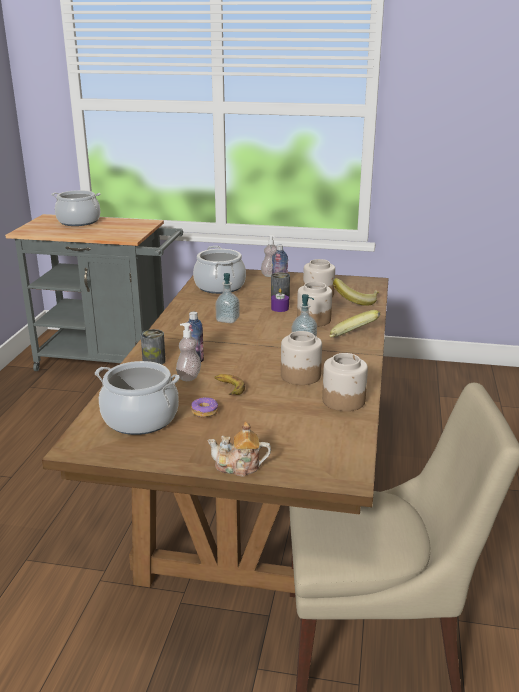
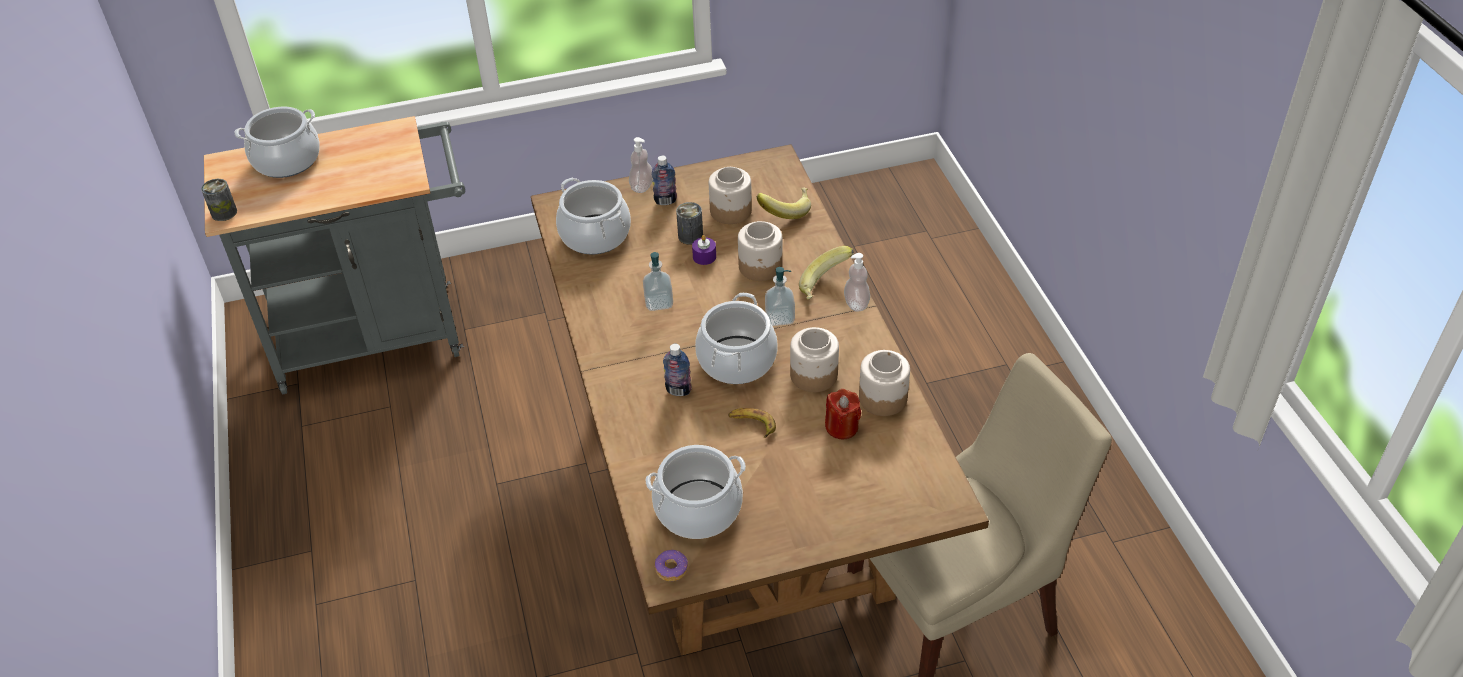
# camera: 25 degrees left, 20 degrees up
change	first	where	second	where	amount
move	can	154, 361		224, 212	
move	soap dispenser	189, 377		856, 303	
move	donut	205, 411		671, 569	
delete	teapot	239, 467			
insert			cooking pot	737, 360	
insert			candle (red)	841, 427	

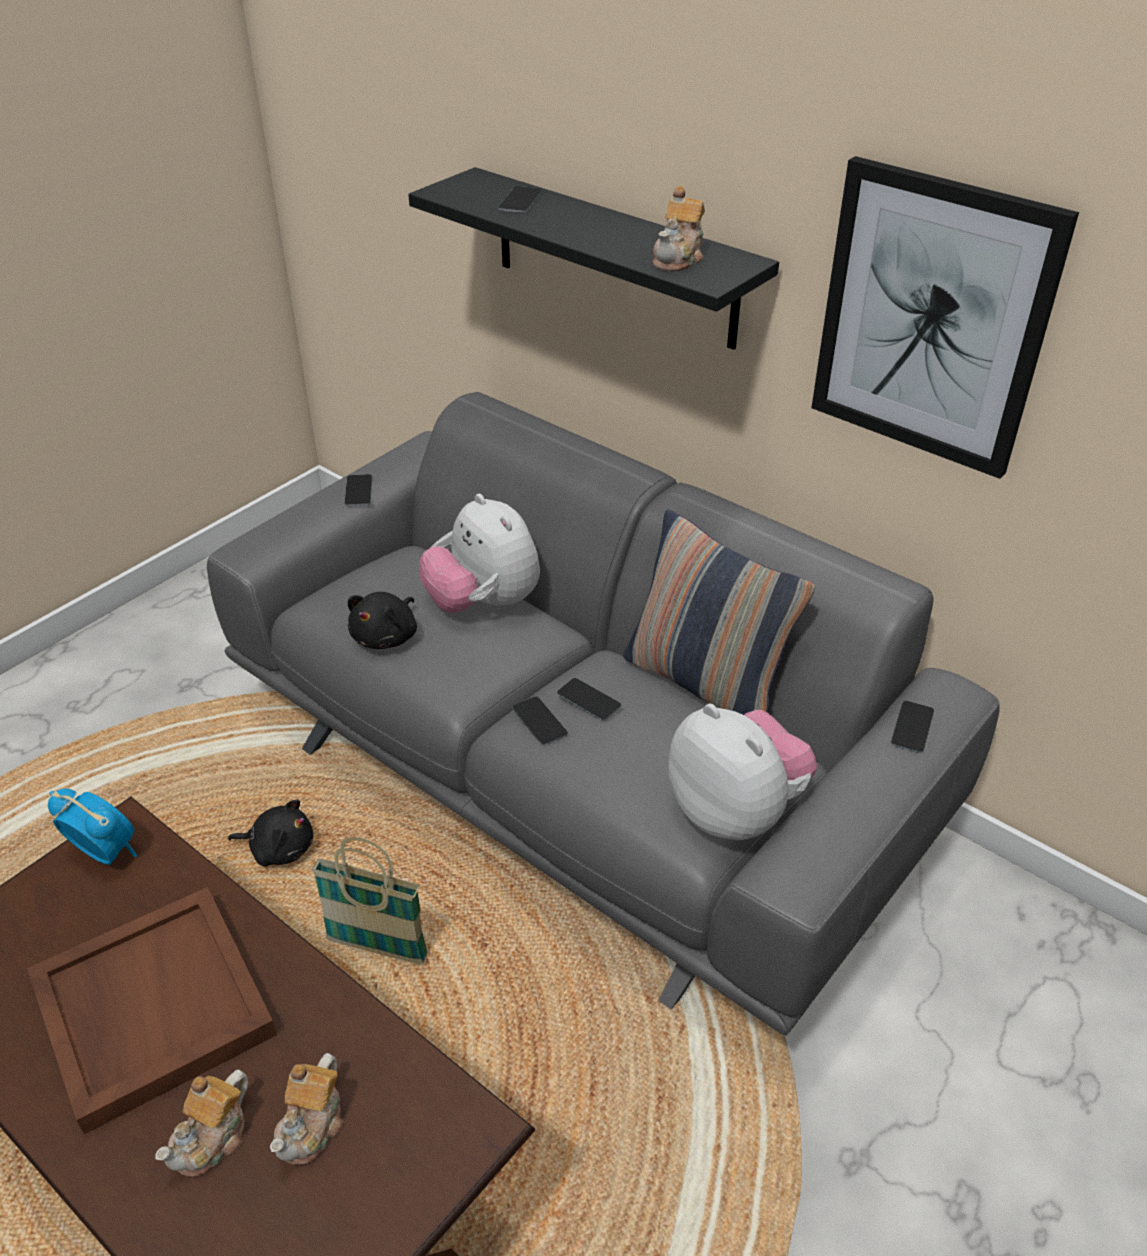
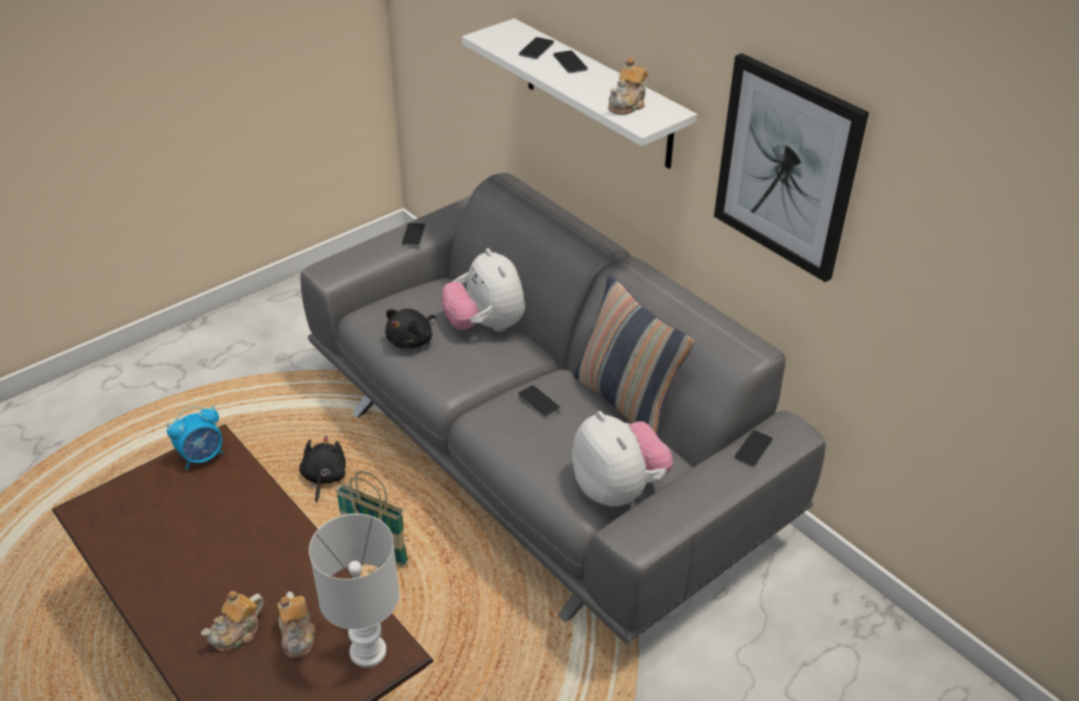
# camera: 10 degrees right, 0 degrees up
change	first	where	second	where	amount
delete	tray (brown)	151, 1008			
rotate	alarm clock	105, 852		203, 456	105 degrees clockwise
rotate	plush toy (black)	279, 848		324, 478	105 degrees counterclockwise
rotate	teapot	312, 1125		298, 635	45 degrees counterclockwise
recolor	shelf (black)	614, 258	shelf (white)	598, 94	
move	phone	539, 721		570, 62	
insert			table lamp (white)	367, 651	

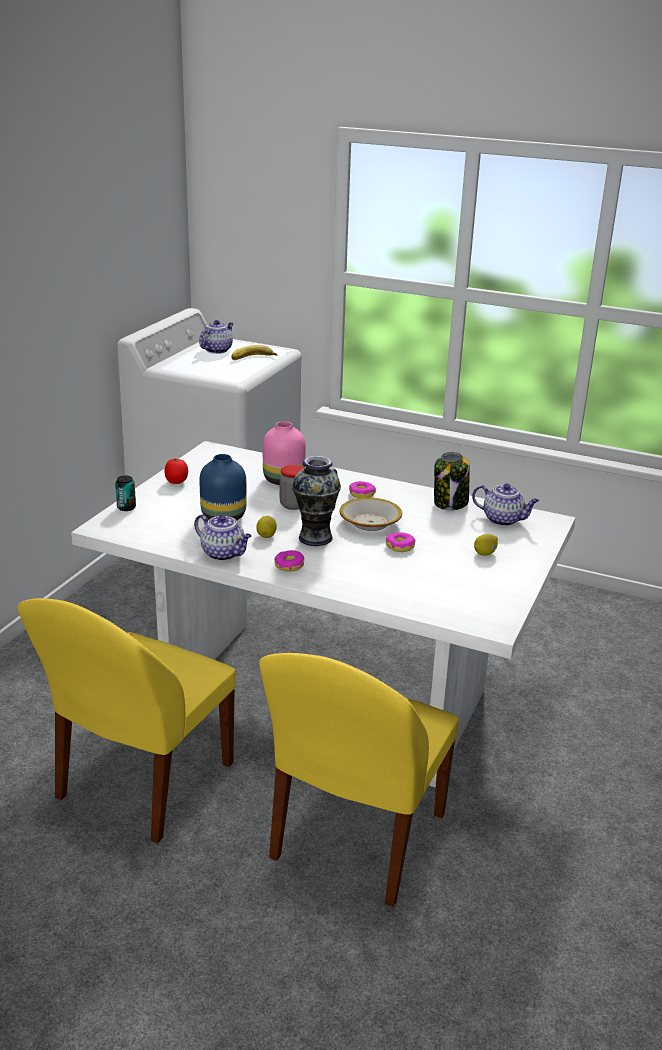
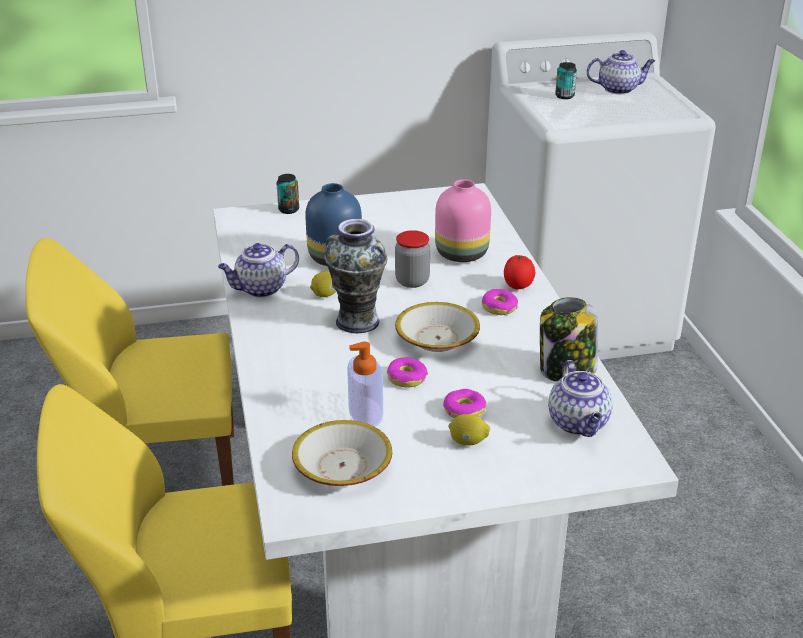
# camera: 55 degrees right, 5 degrees up
change	first	where	second	where	amount
move	tomato	177, 482		517, 287	
rotate	teapot	224, 554		260, 289	60 degrees clockwise
delete	banana	253, 358			
move	donut	289, 565		464, 410	
insert			bowl	342, 466	
insert			soap dispenser	365, 412	
insert			can	564, 96	

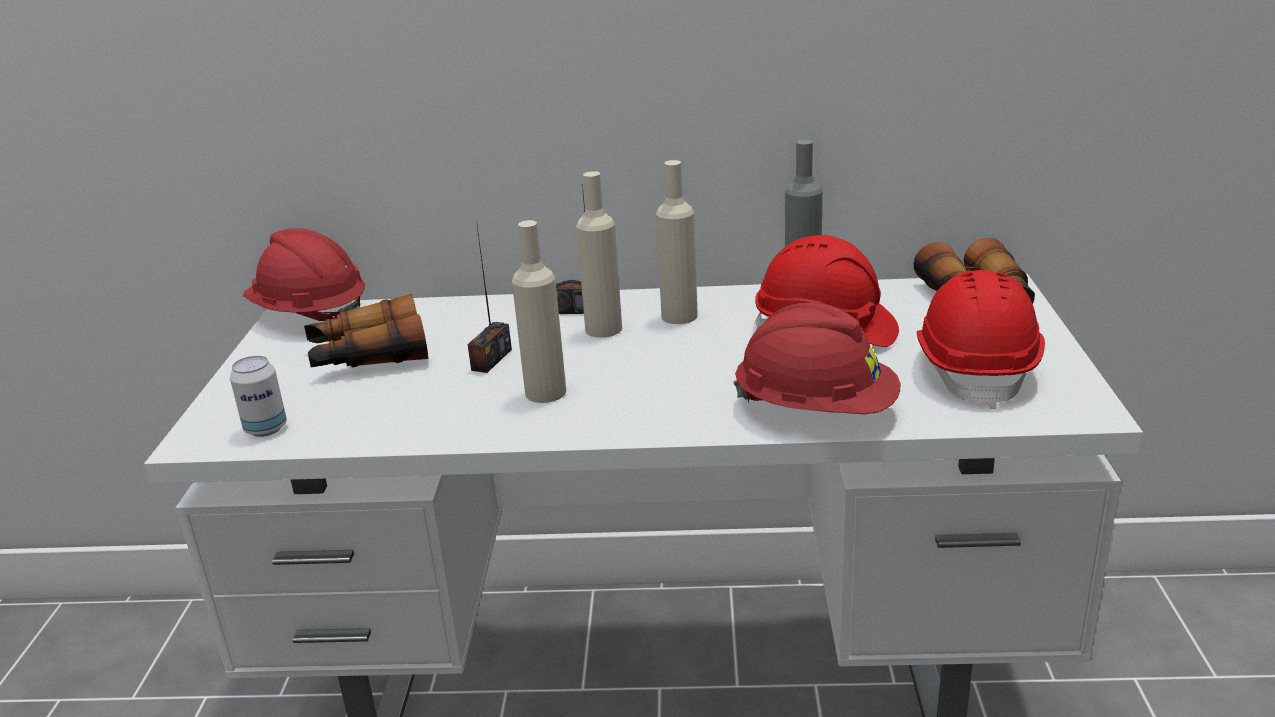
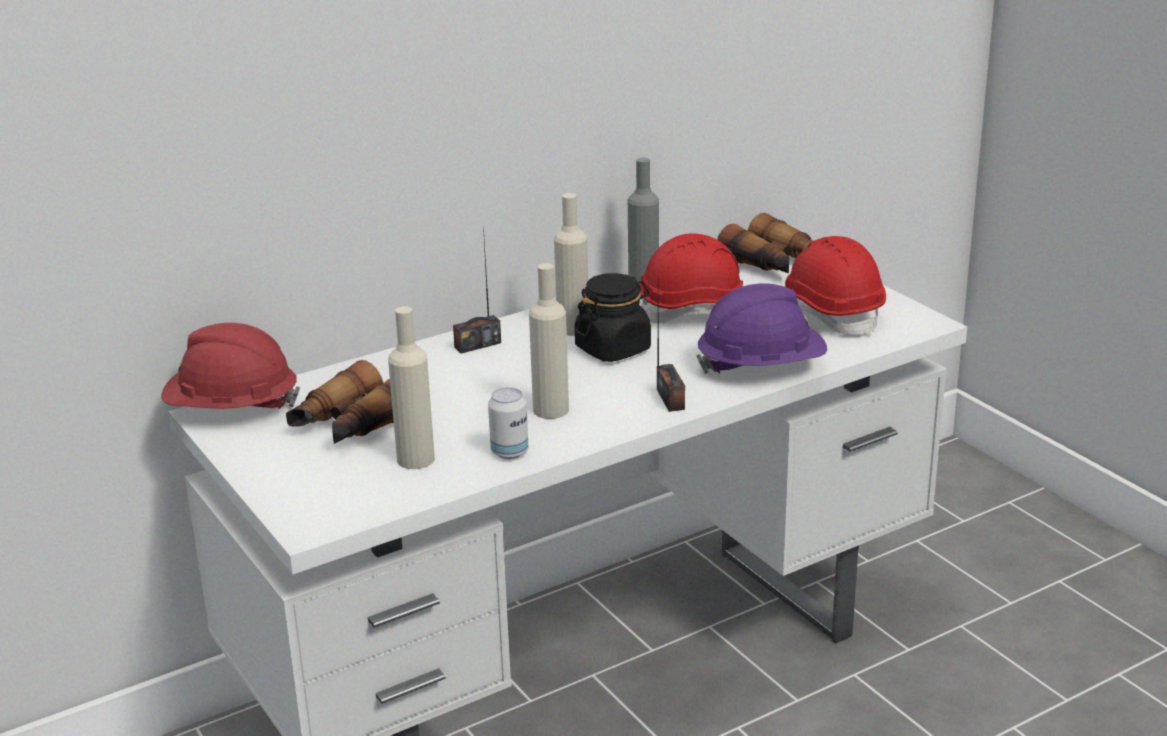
# camera: 35 degrees left, 0 degrees up
change	first	where	second	where	amount
move	can	266, 429		509, 452	
move	radio	491, 360		670, 399	
move	bottle (beige)	603, 329		415, 459	
recolor	hard hat (red)	816, 410	hard hat (purple)	761, 367	
insert			jar (black)	613, 349	

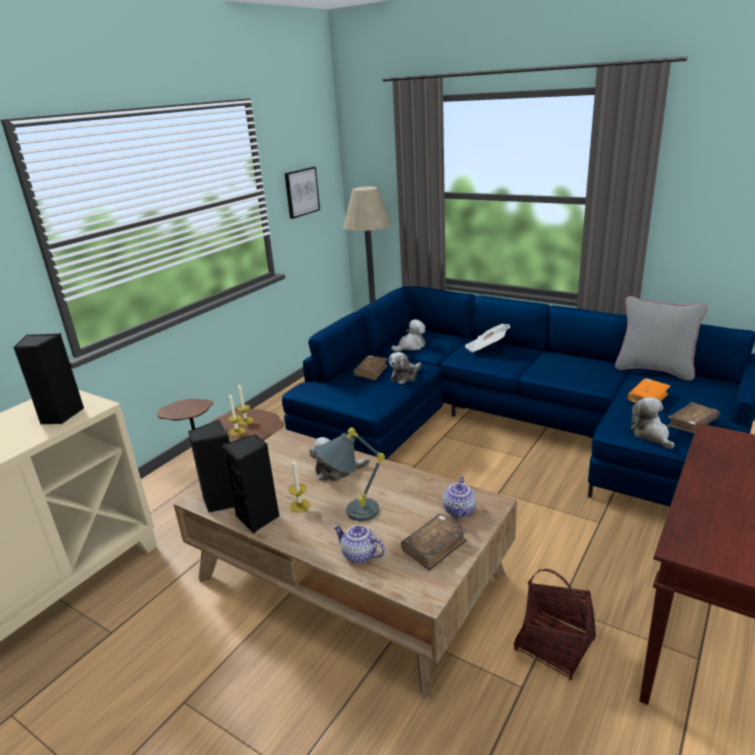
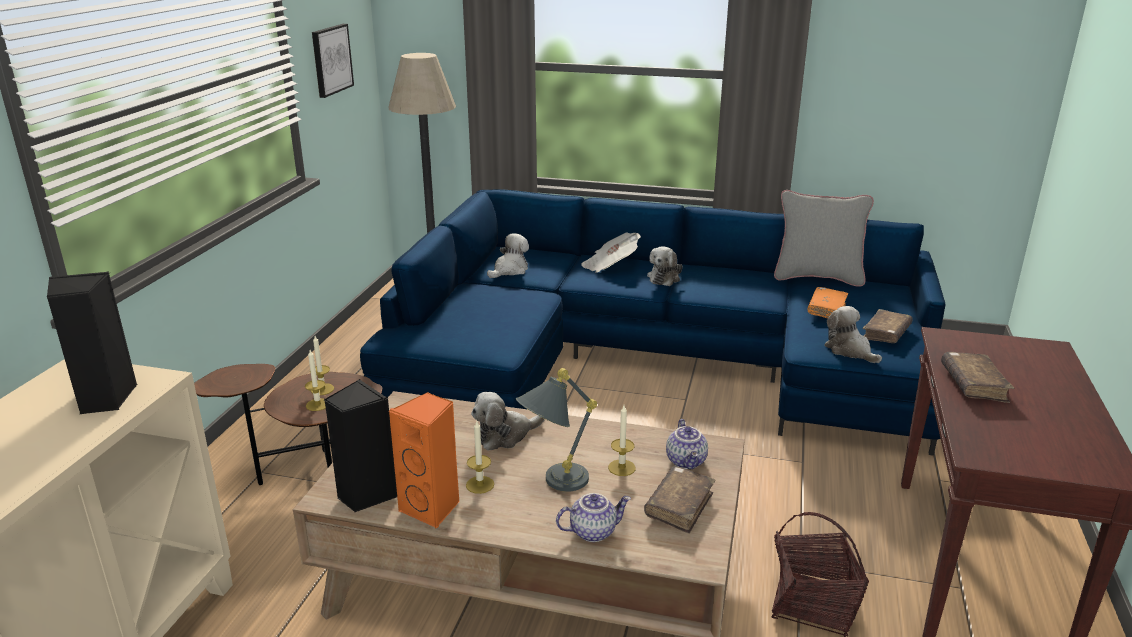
# camera: 20 degrees left, 0 degrees up
change	first	where	second	where	amount
recolor	speaker (black)	259, 518	speaker (orange)	432, 508	
rotate	teapot	359, 555		593, 531	150 degrees clockwise
move	book (brown)	371, 372		973, 385	
move	plush toy	405, 376		664, 277	
insert			candle	621, 468	

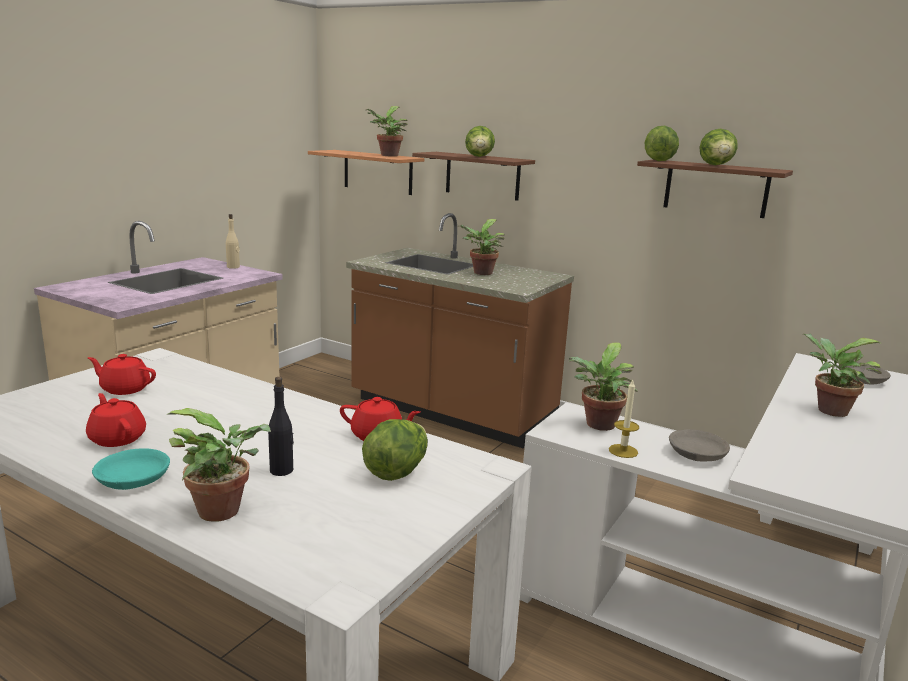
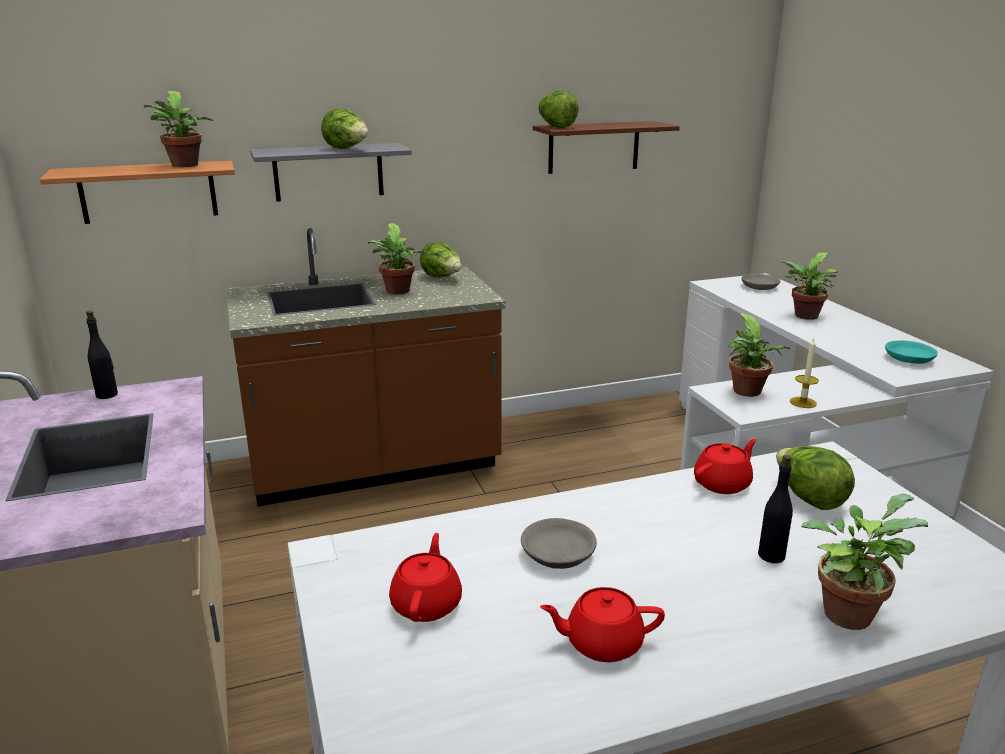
# camera: 50 degrees left, 5 degrees up
change	first	where	second	where	amount
rotate	teapot (red)	124, 389		427, 604	135 degrees clockwise
move	bowl (turquoise)	132, 479		909, 359	
recolor	bottle (beige)	233, 267	bottle (black)	107, 395	
recolor	shelf (brown)	482, 176	shelf (grey)	328, 172	
move	bowl (grey)	696, 454		557, 554	
move	lettuce	716, 165		442, 278	

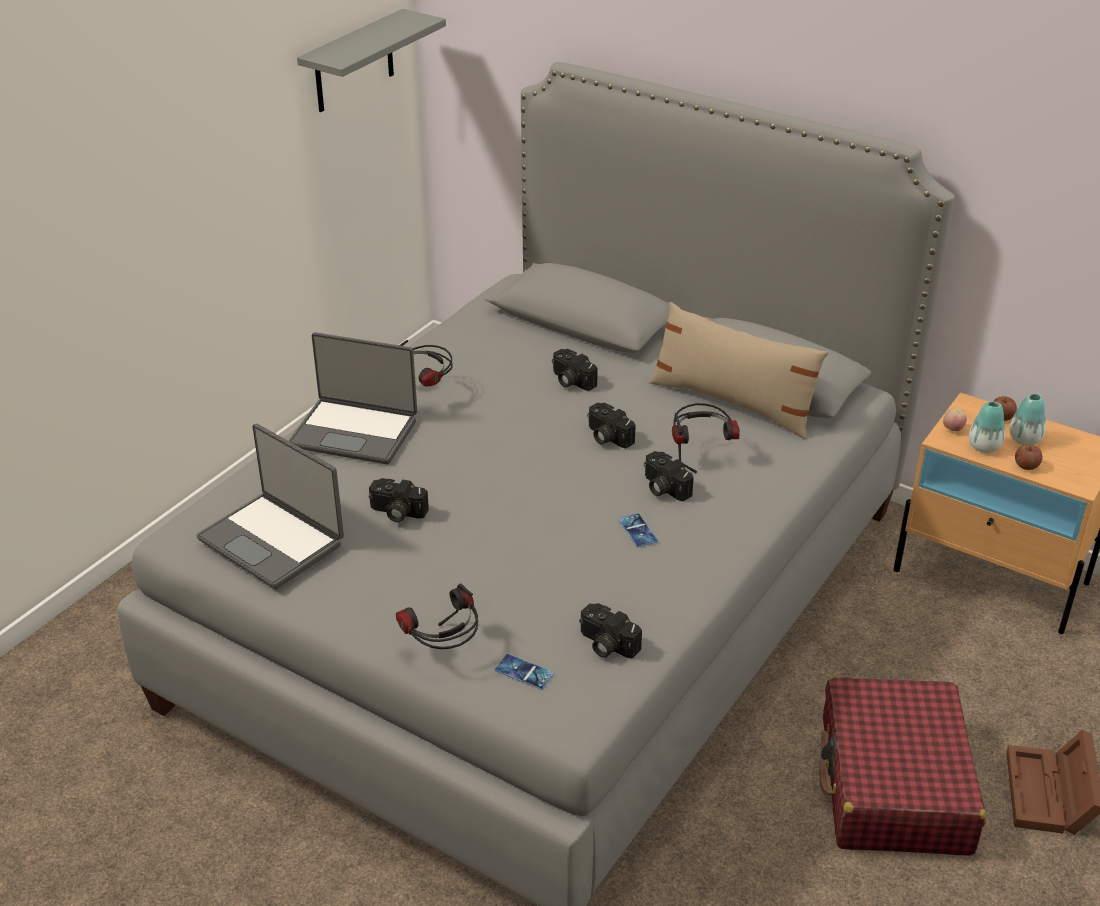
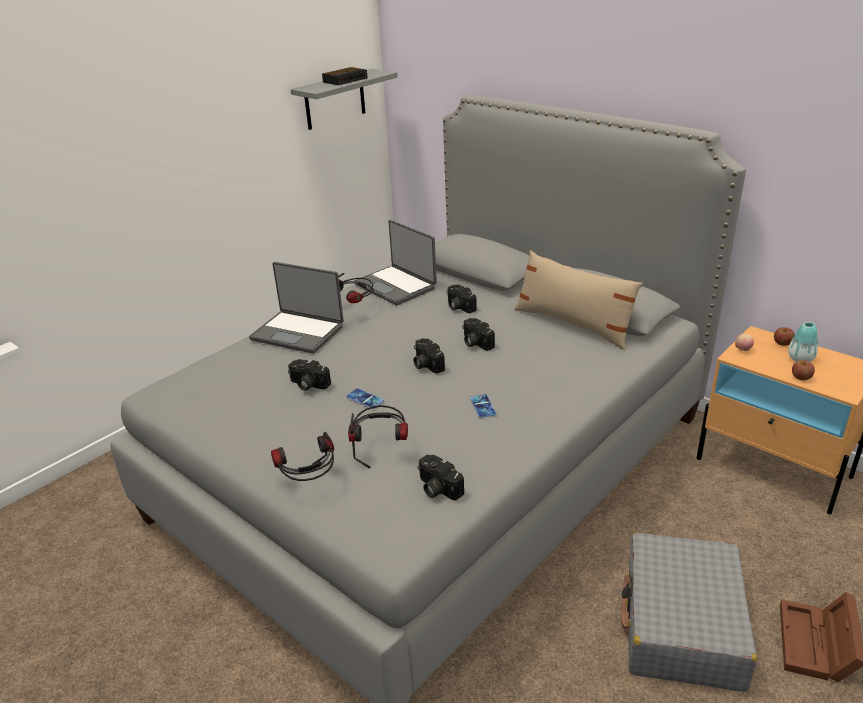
# camera: 10 degrees right, 5 degrees down
change	first	where	second	where	amount
move	laptop	273, 541		396, 286	
move	phone	524, 672		365, 399	
move	photo camera	663, 488		425, 364	
move	headphones	700, 454		381, 451	
recolor	suitcase (red)	893, 785	suitcase (grey)	682, 624	
delete	vase	984, 447			
insert			alarm clock	346, 80	

